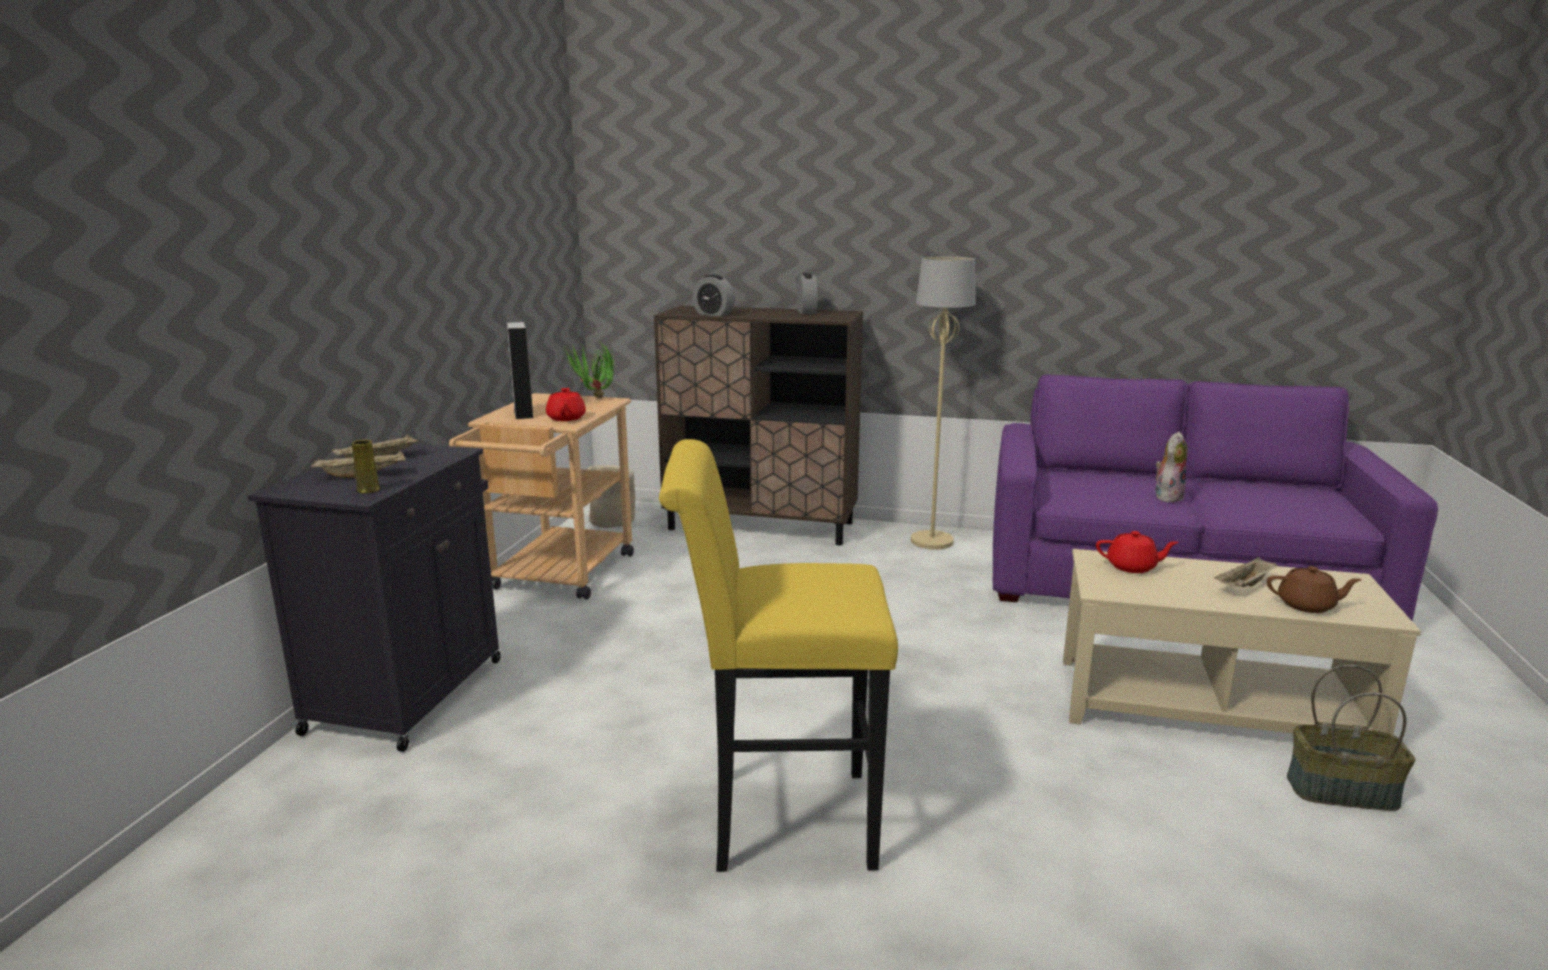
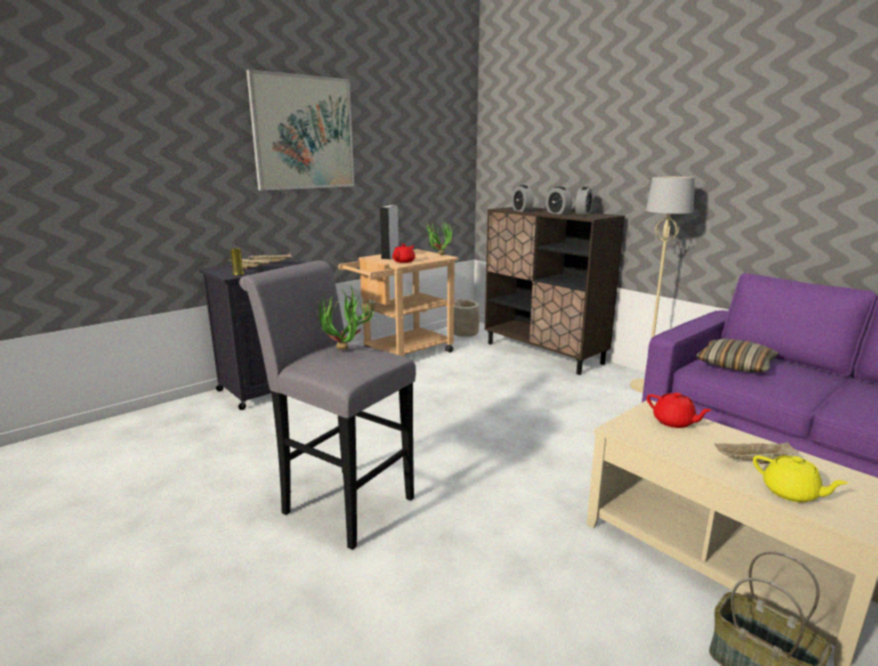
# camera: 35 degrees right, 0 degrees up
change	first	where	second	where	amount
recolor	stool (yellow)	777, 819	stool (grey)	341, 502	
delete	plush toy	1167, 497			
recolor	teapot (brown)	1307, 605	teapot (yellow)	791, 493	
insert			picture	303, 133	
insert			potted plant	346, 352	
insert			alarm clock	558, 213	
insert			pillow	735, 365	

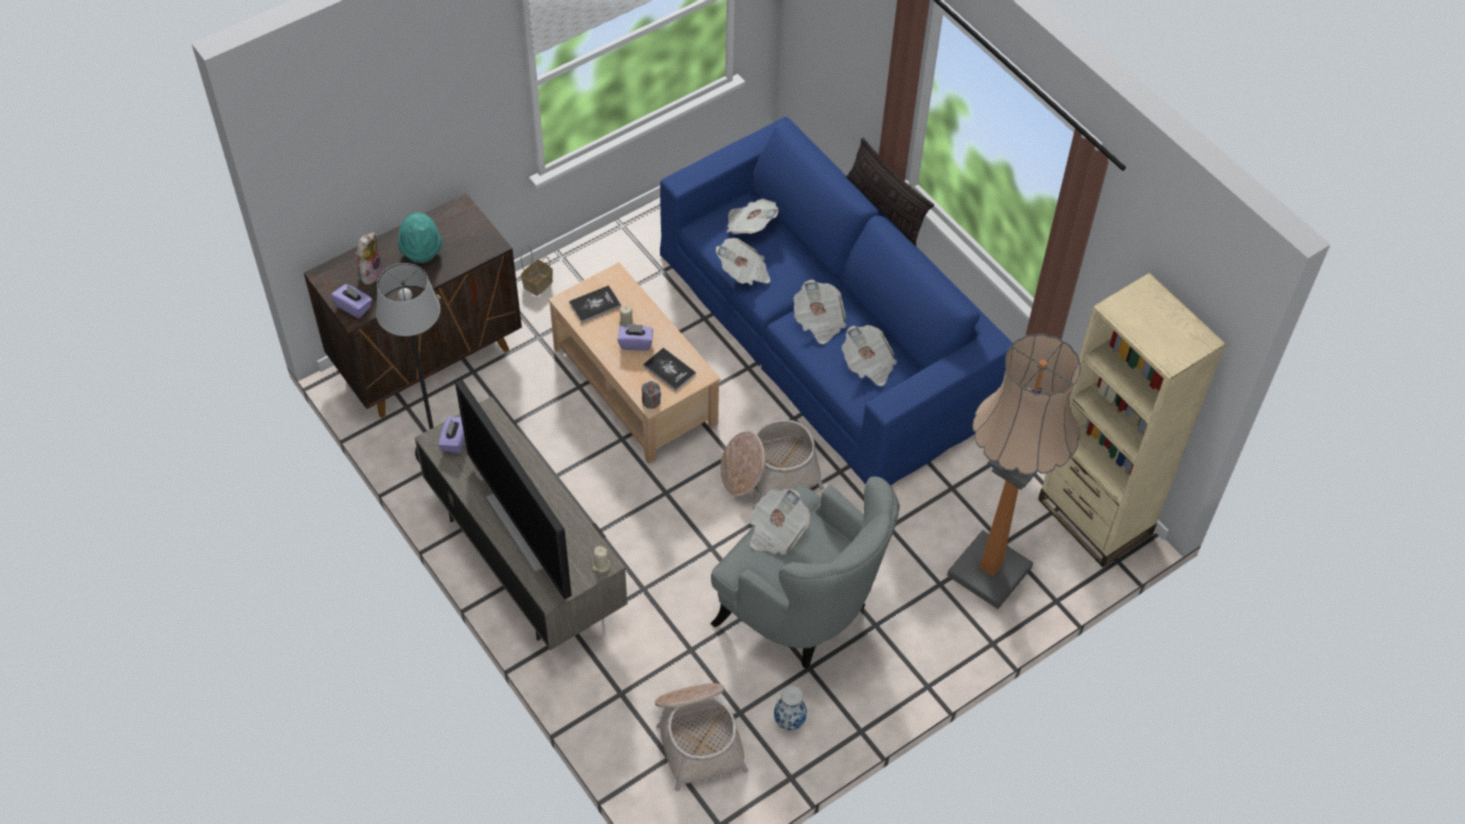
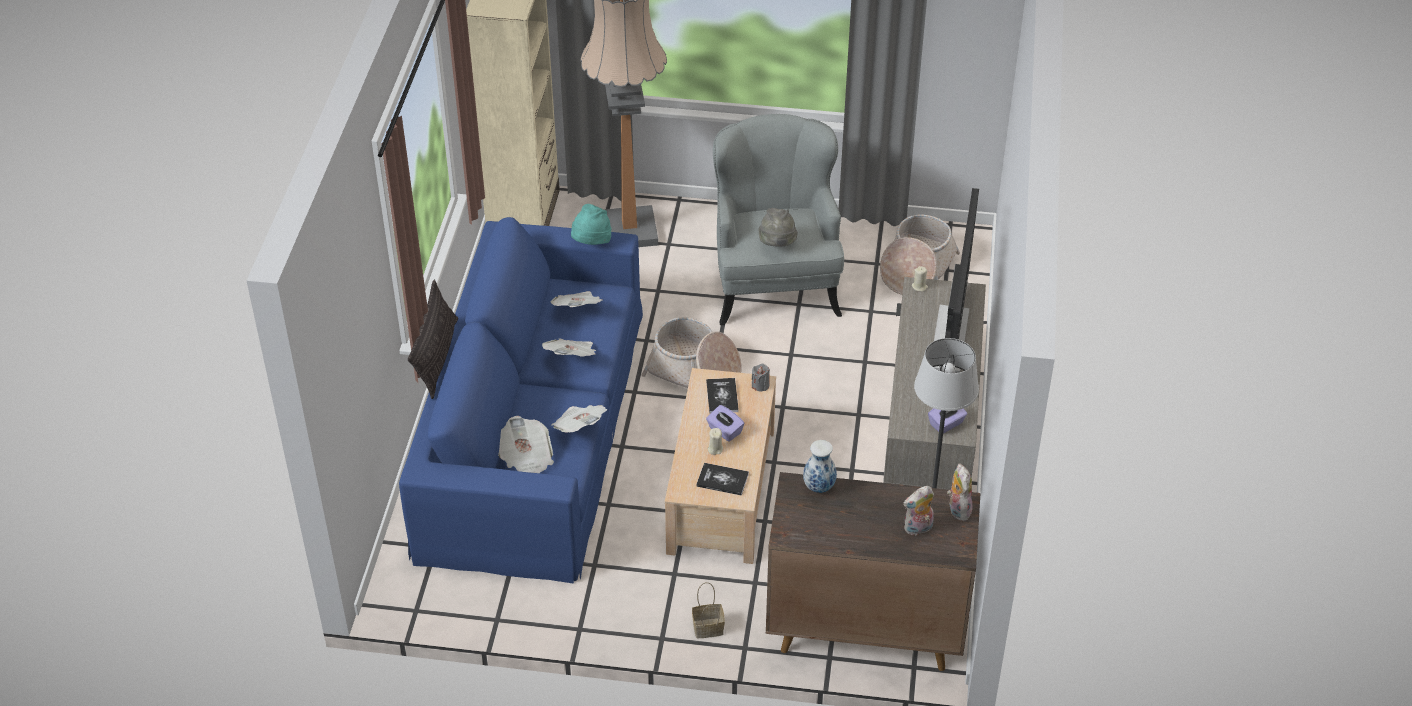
# camera: 135 degrees left, 10 degrees down
change	first	where	second	where	amount
replace	tissue box (purple)	354, 307	plush toy	957, 509	
move	hat (turquoise)	421, 249		591, 242	
replace	newspaper	776, 531	hat (grey)	777, 245	
move	vase	790, 721		819, 486	

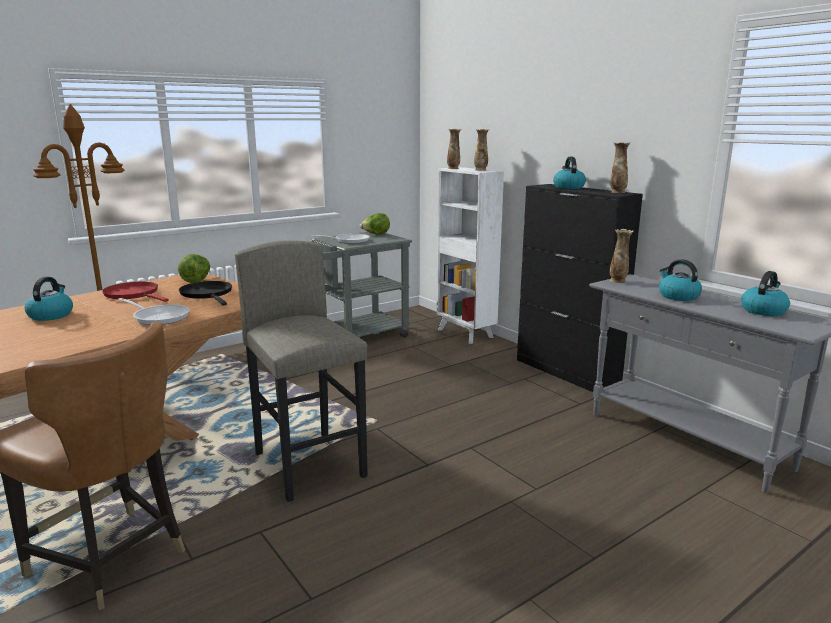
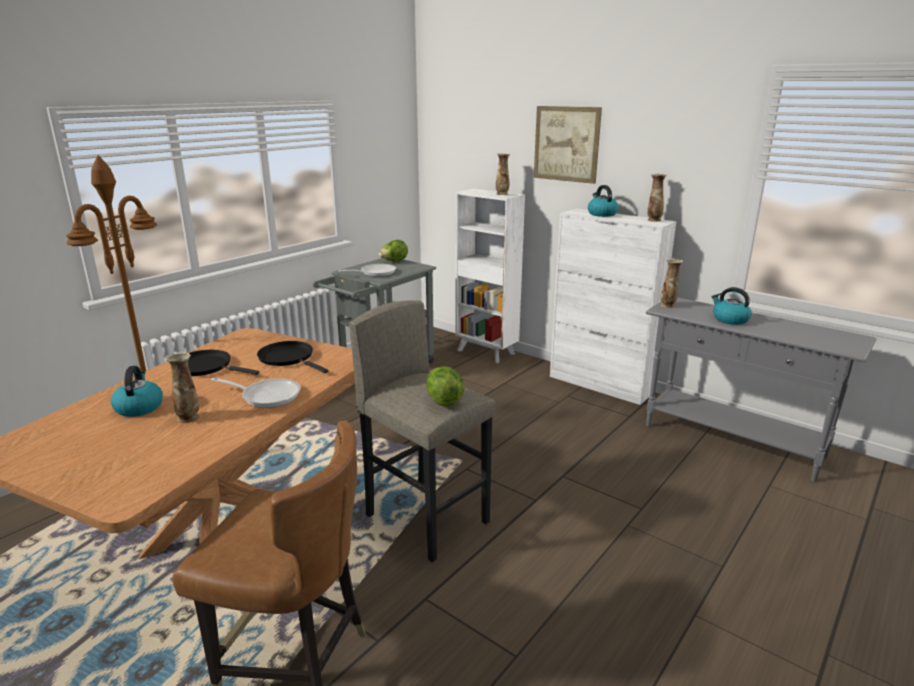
# camera: 15 degrees left, 5 degrees up
change	first	where	second	where	amount
recolor	frying pan (red)	134, 294	frying pan (black)	206, 367	
move	lettuce	196, 280		444, 400	
move	vase	453, 168		188, 418	
recolor	cabinet (black)	566, 372	cabinet (white)	600, 385	
delete	kettle	763, 310			
insert			picture	566, 144	

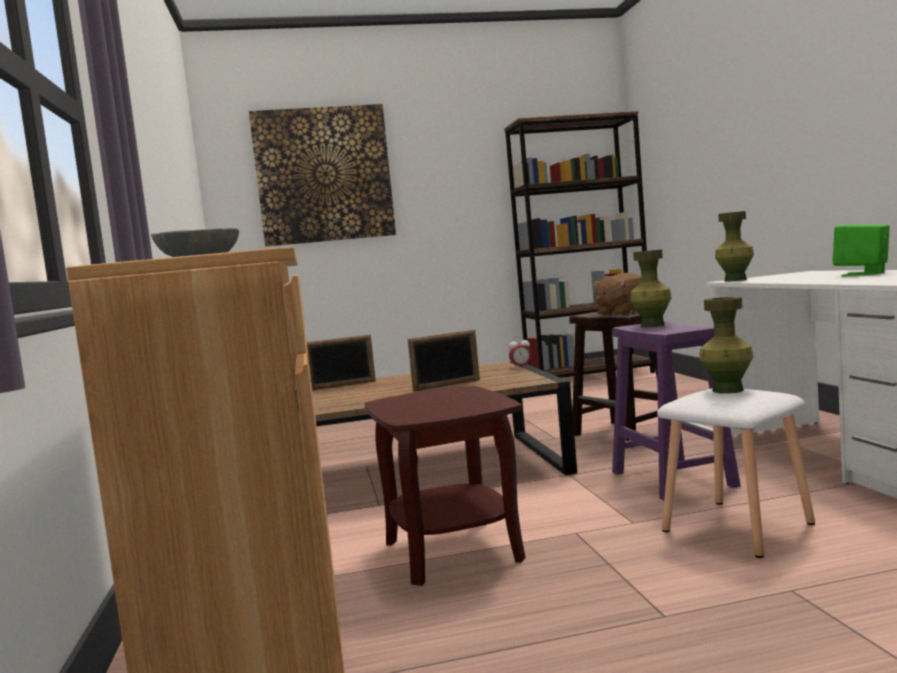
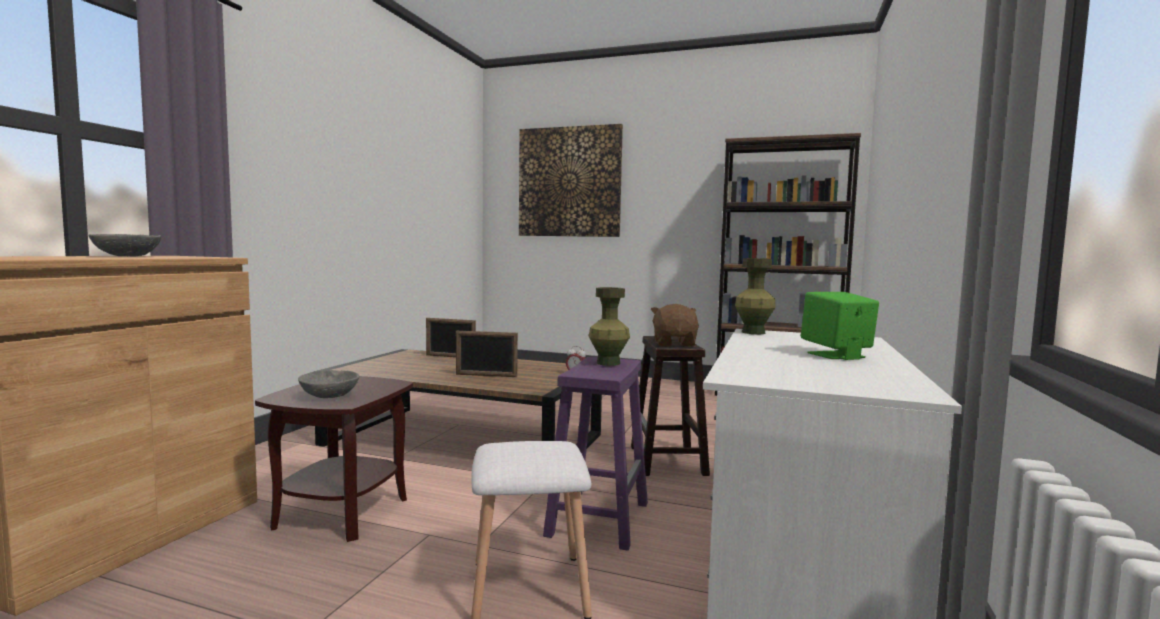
# camera: 30 degrees right, 0 degrees up
change	first	where	second	where	amount
rotate	plush toy (brown)	622, 314		674, 344	90 degrees clockwise
delete	vase (green)	728, 390			
insert			bowl (grey)	328, 396	

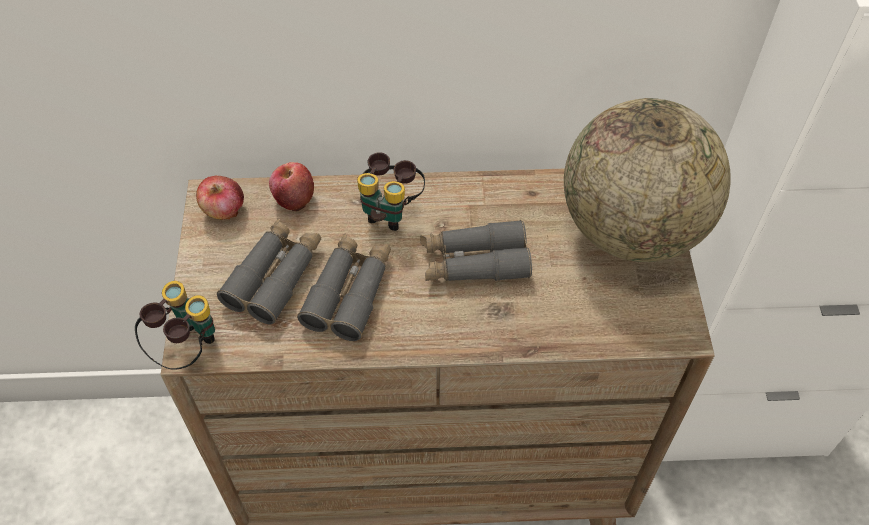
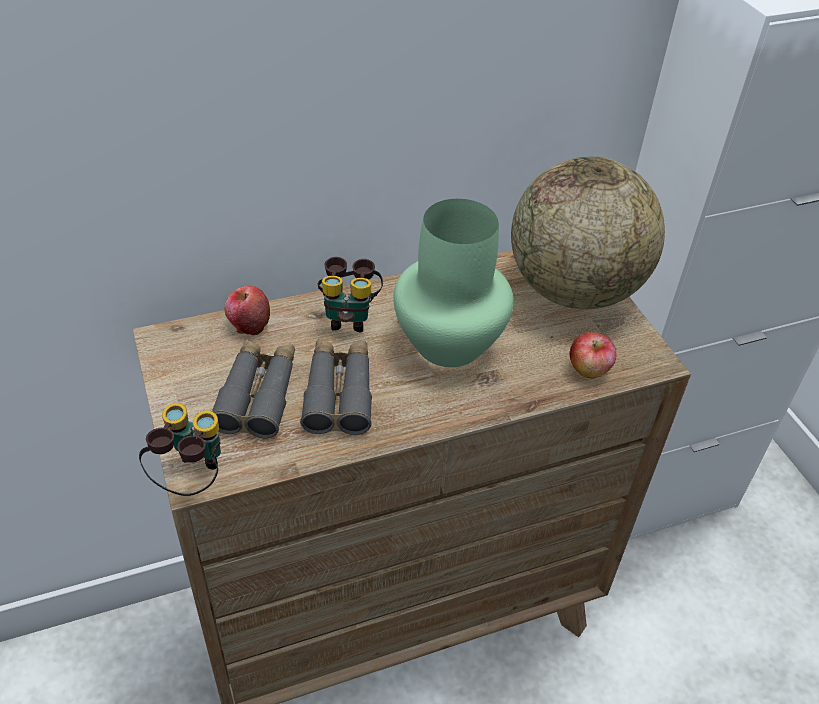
# camera: 20 degrees left, 10 degrees down
change	first	where	second	where	amount
move	apple	223, 210		589, 369	
replace	binoculars (grey)	474, 262	vase (green)	447, 343	

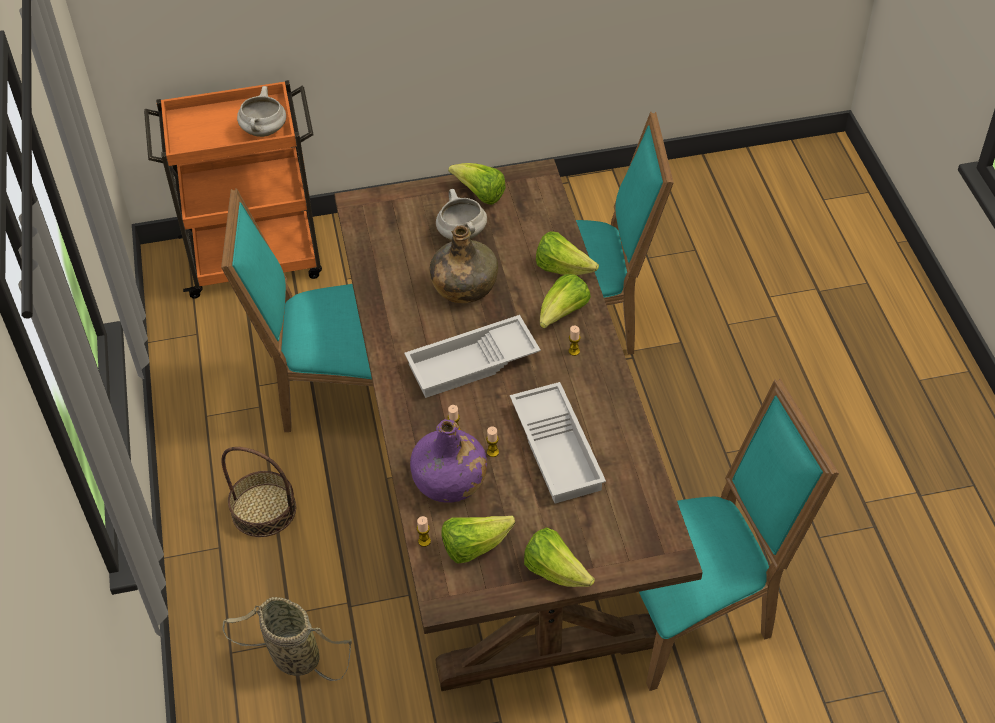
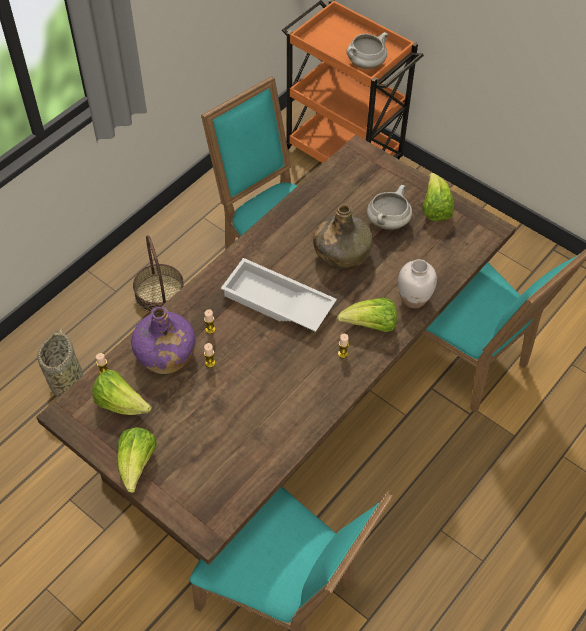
# camera: 50 degrees right, 5 degrees up
change	first	where	second	where	amount
delete	tray (white)	558, 448			
replace	lettuce	563, 269	vase (white)	414, 299	

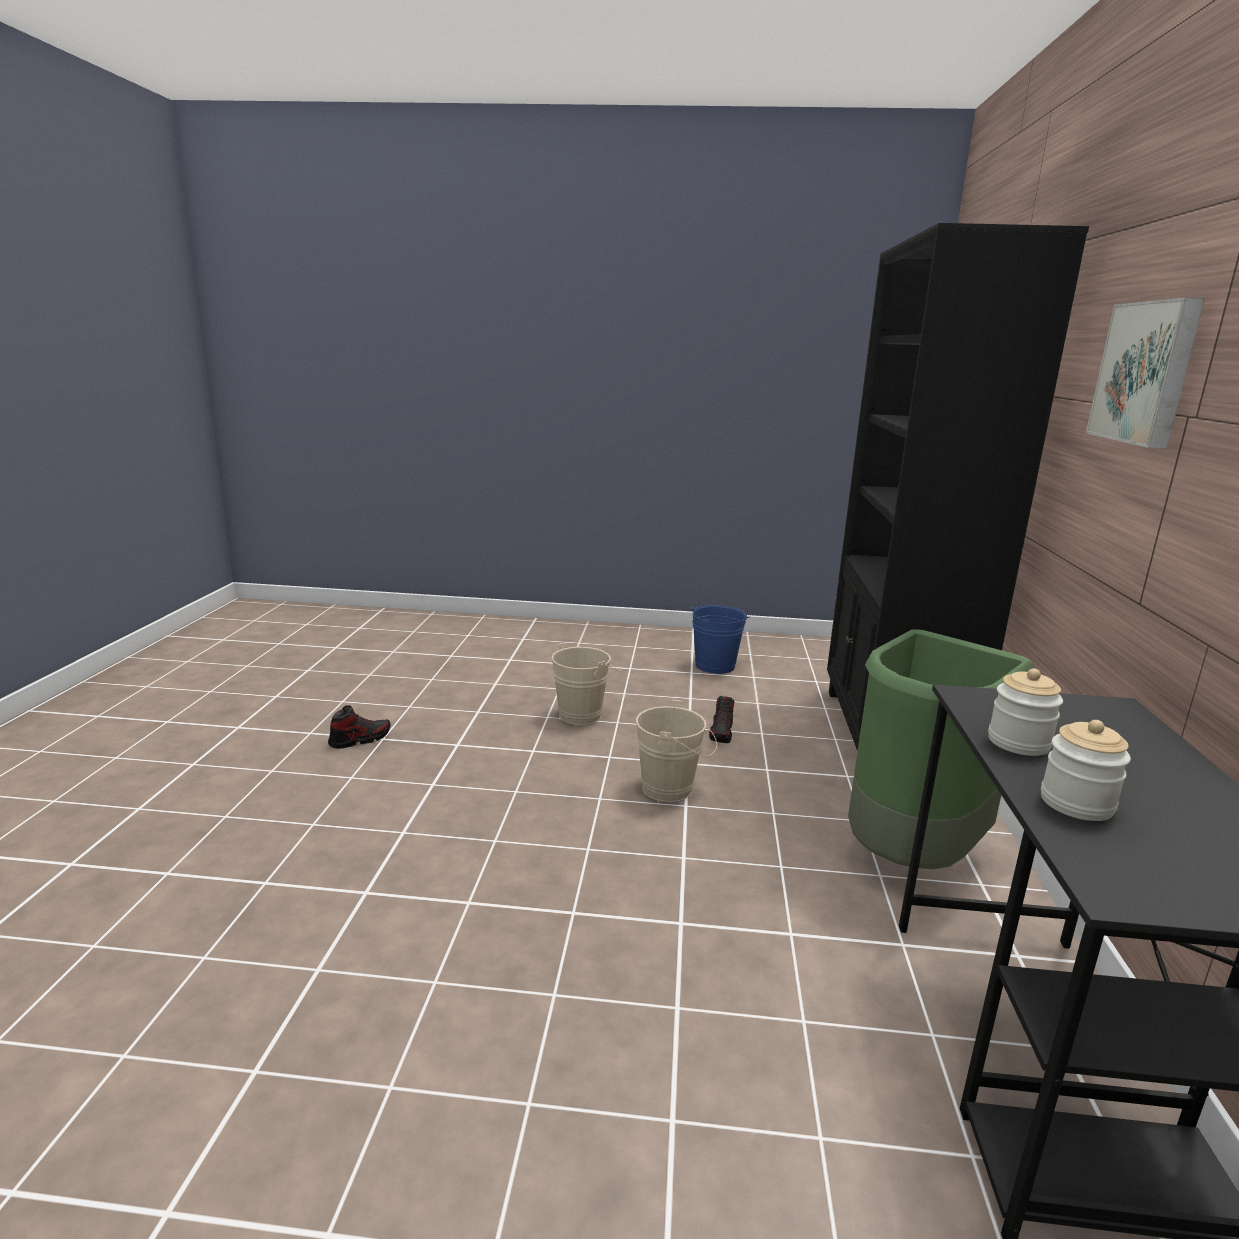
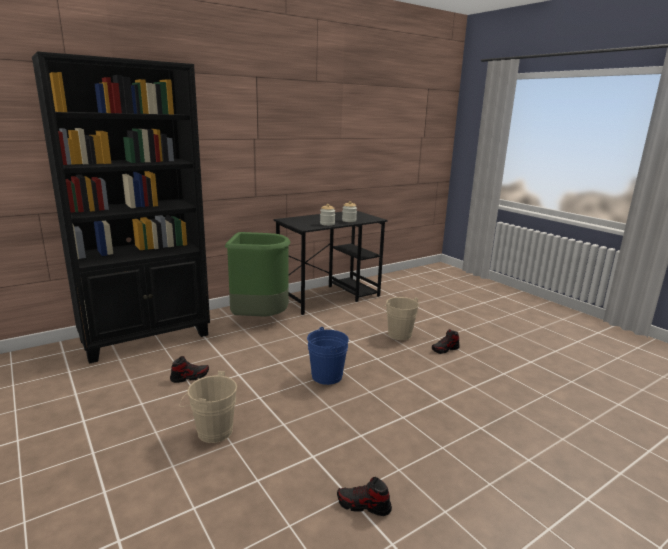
# camera: 130 degrees left, 0 degrees up
change	first	where	second	where	amount
move	bucket (beige)	673, 789		398, 333	
move	bucket (blue)	715, 666		326, 376	
delete	picture	1147, 373			
insert			shoe	445, 349	

